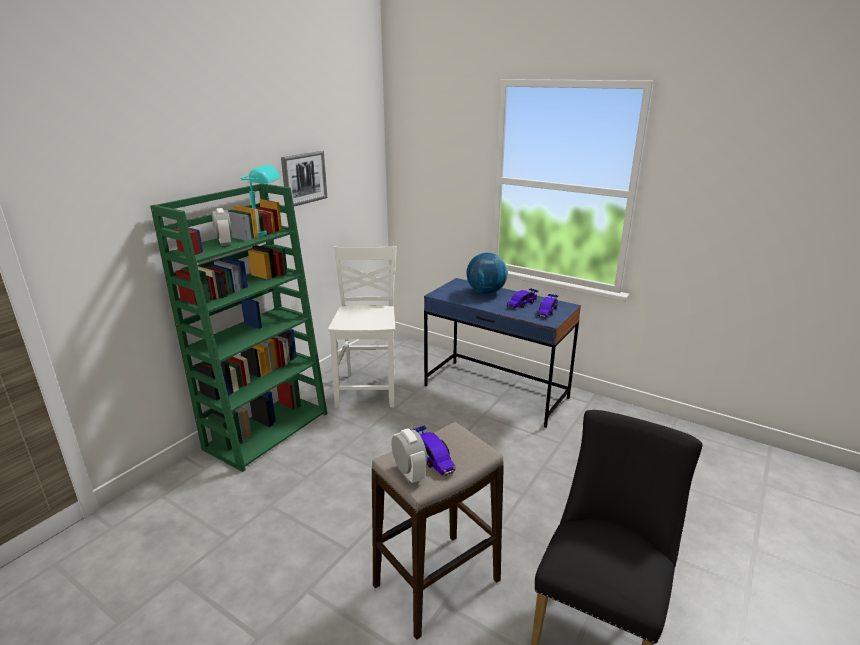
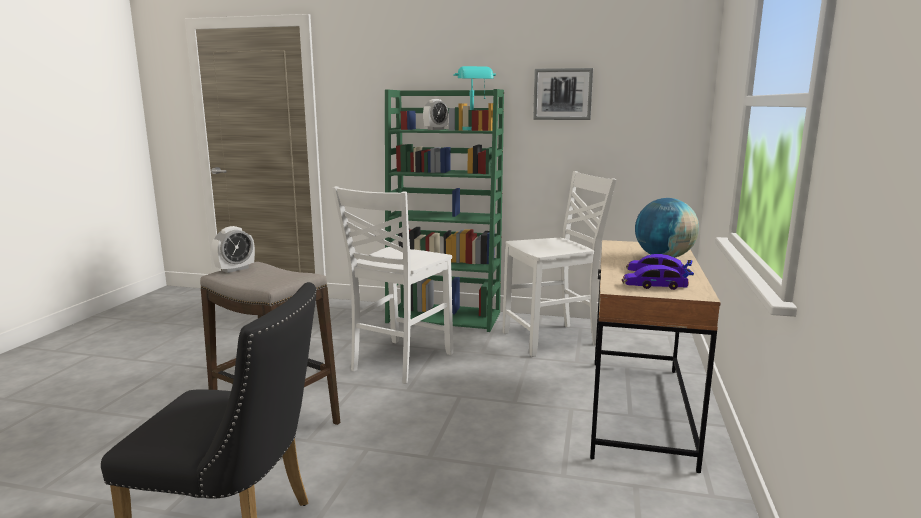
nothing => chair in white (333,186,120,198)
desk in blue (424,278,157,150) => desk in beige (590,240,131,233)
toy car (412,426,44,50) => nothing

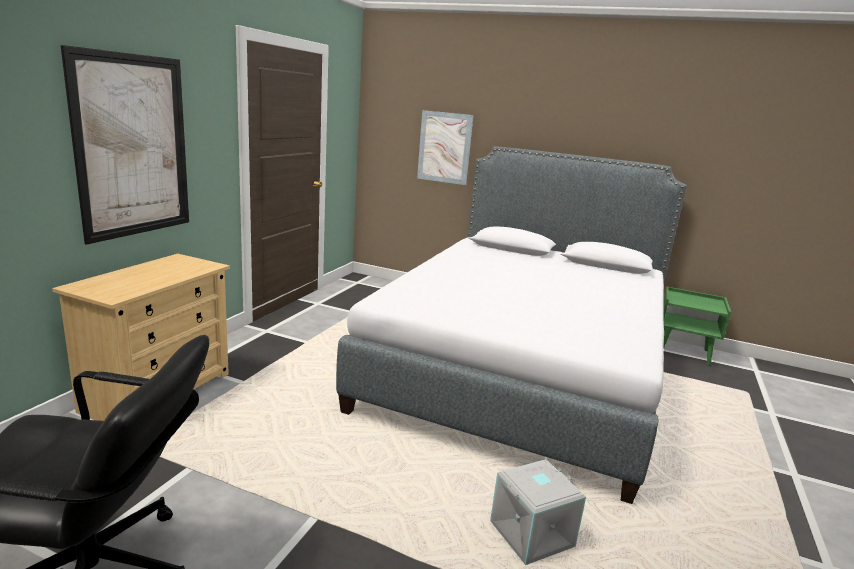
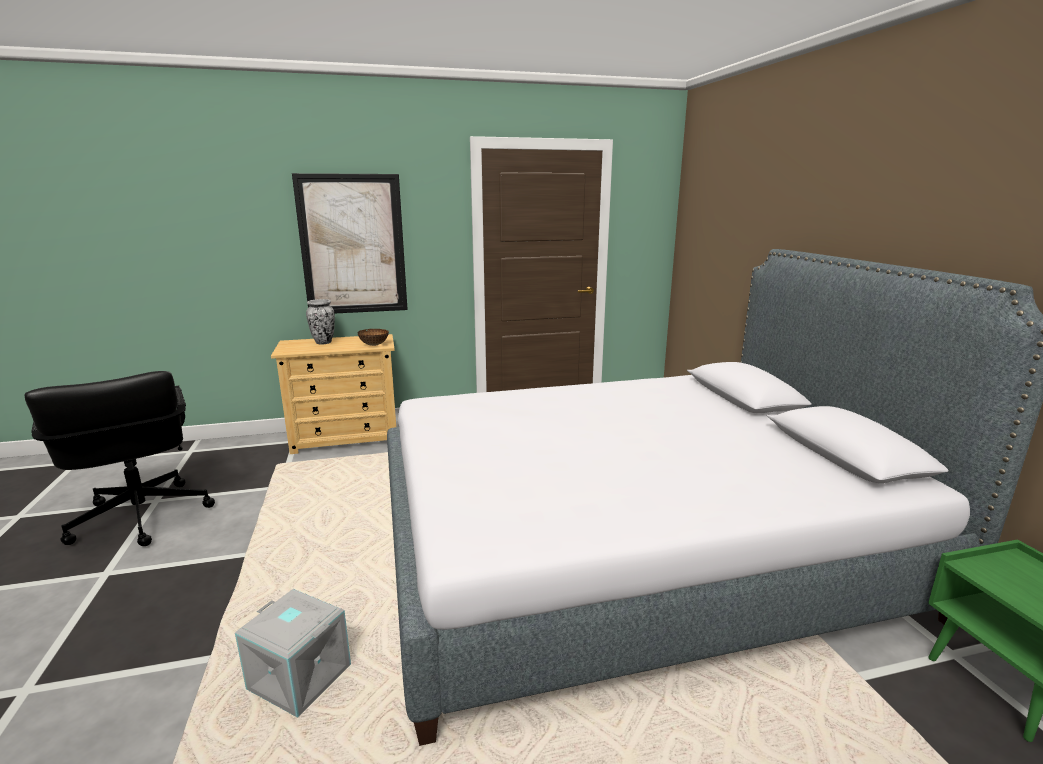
nothing => vase (306,299,29,46)
nothing => bowl (358,329,31,17)
picture (417,110,56,75) => nothing

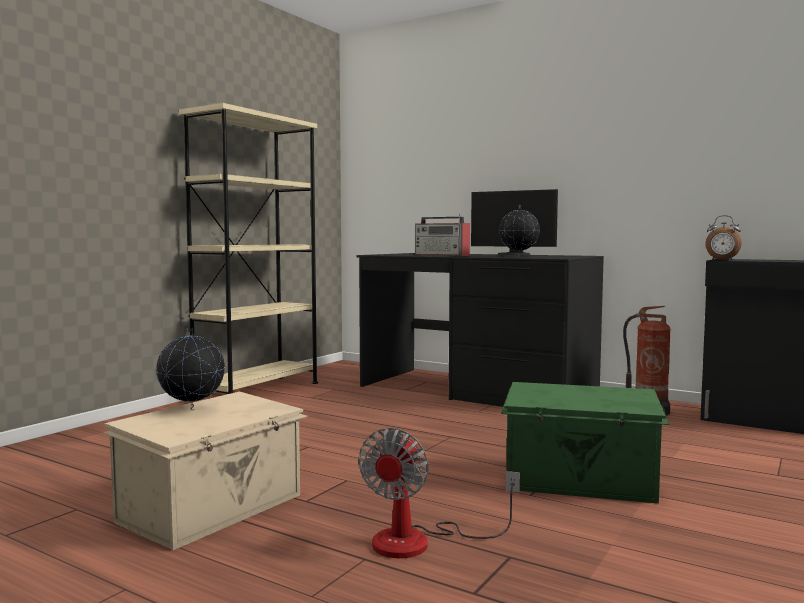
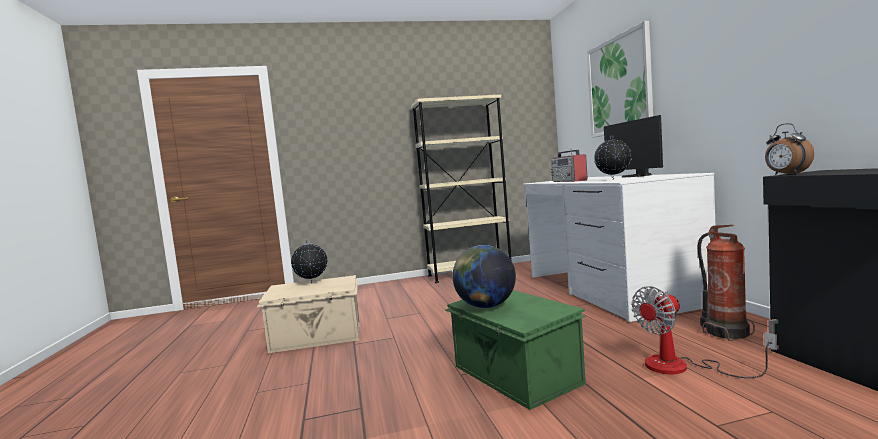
nothing => globe (452,245,64,63)
desk in black (356,253,248,154) => desk in white (523,173,192,149)
nothing => picture (587,21,66,117)
fan (358,428,162,130) => fan (631,286,146,92), shifted

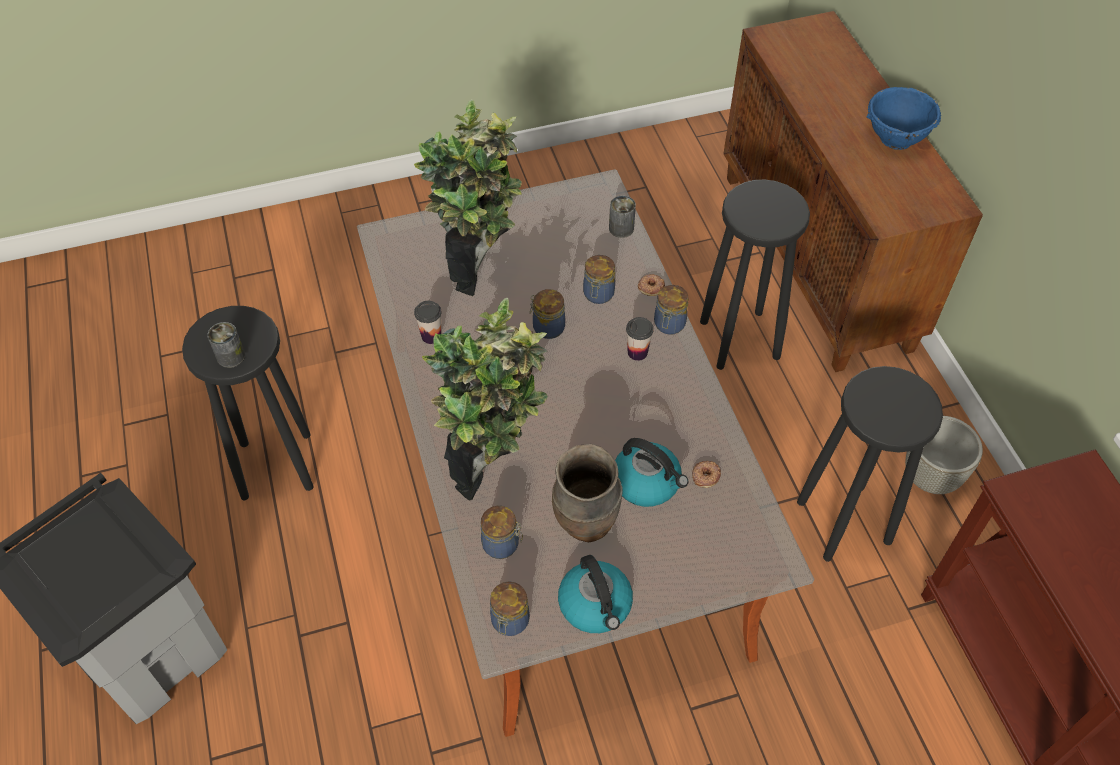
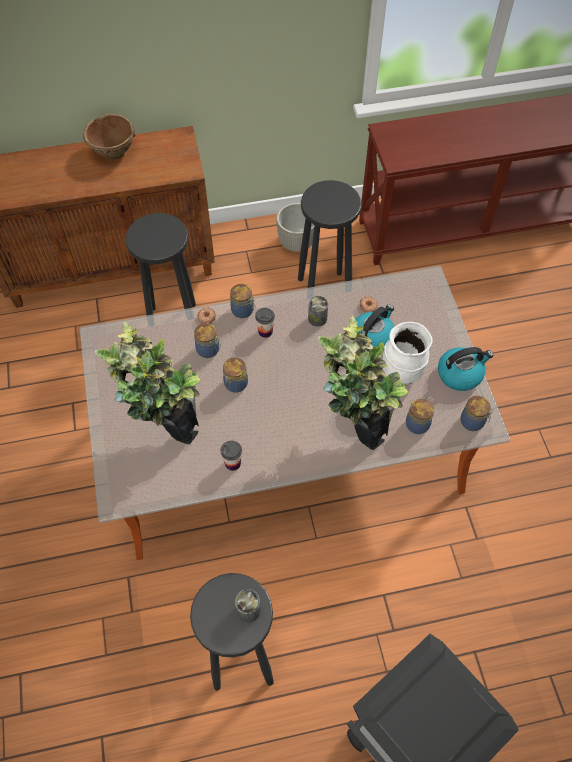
bowl in blue (866,87,75,63) => bowl in brown (83,114,53,46)
can (609,196,27,42) => can (308,296,20,31), shifted
vase in brown (552,444,70,98) => vase in white (383,322,49,64)

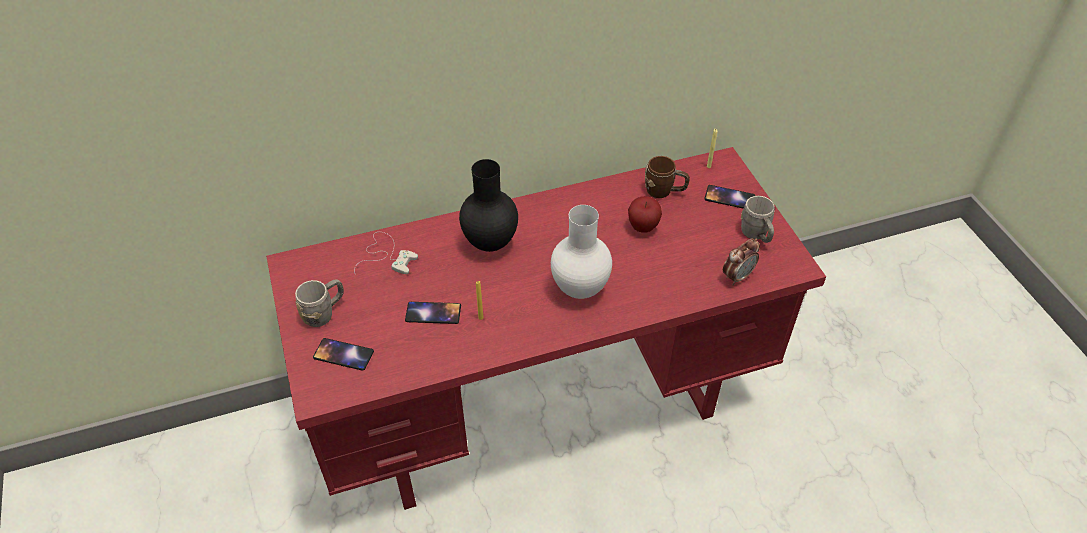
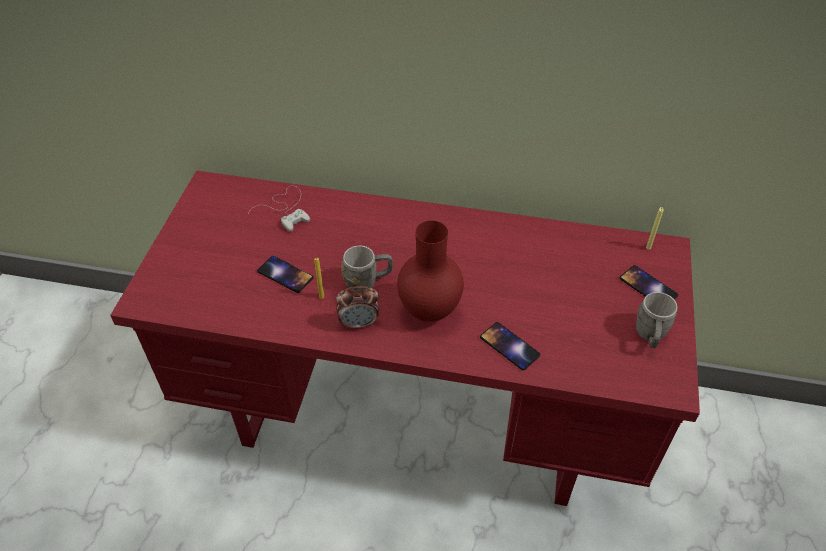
alarm clock (723,238,37,47) => alarm clock (337,286,42,44), shifted
mug in grey (295,279,49,48) => mug in grey (341,246,52,45), shifted
vase in white (551,205,61,94) => vase in red (397,220,67,102)
phone (313,338,61,33) => phone (480,322,60,48), shifted
vase in black (459,159,59,93) => nothing
apple (628,196,34,37) => nothing
mug in brown (645,156,45,42) => nothing

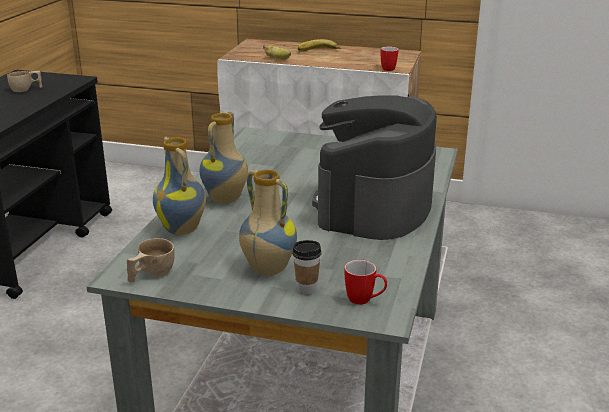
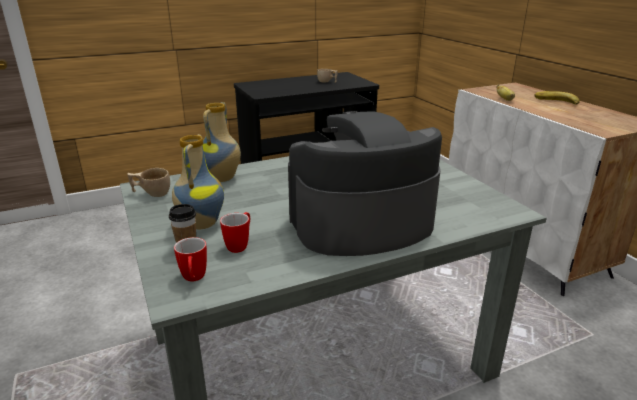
mug (381,47,18,24) => mug (220,212,30,41), shifted
vase (199,112,49,92) => nothing

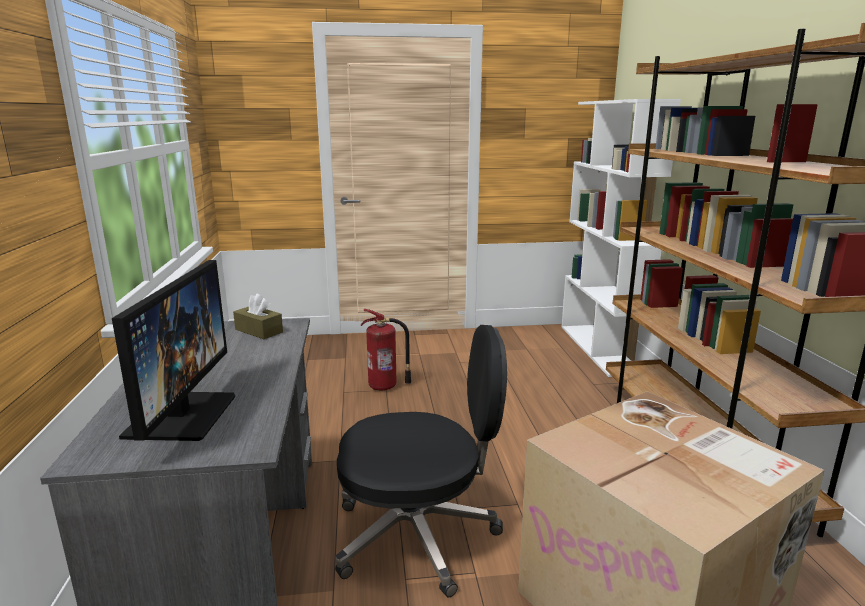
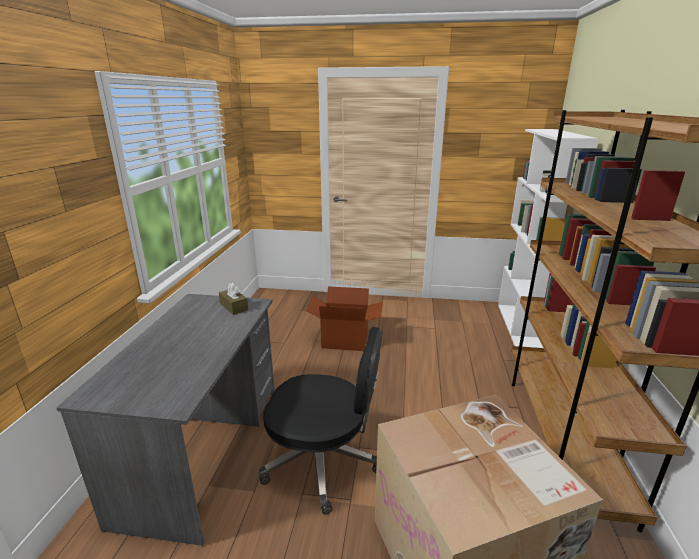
fire extinguisher (361,309,50,81) => cardboard box (306,286,77,65)
monitor (112,260,123,181) => nothing

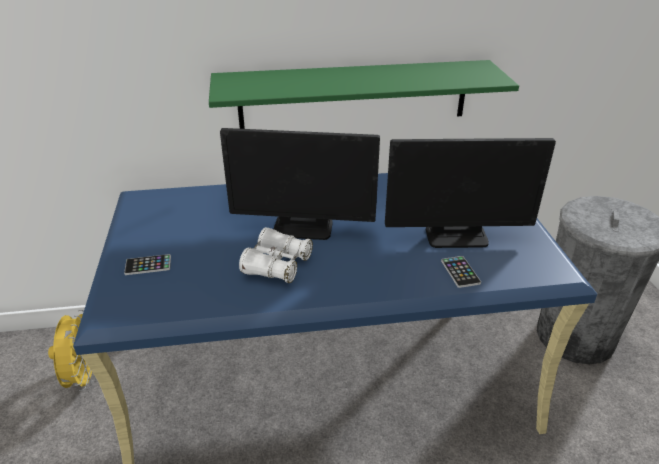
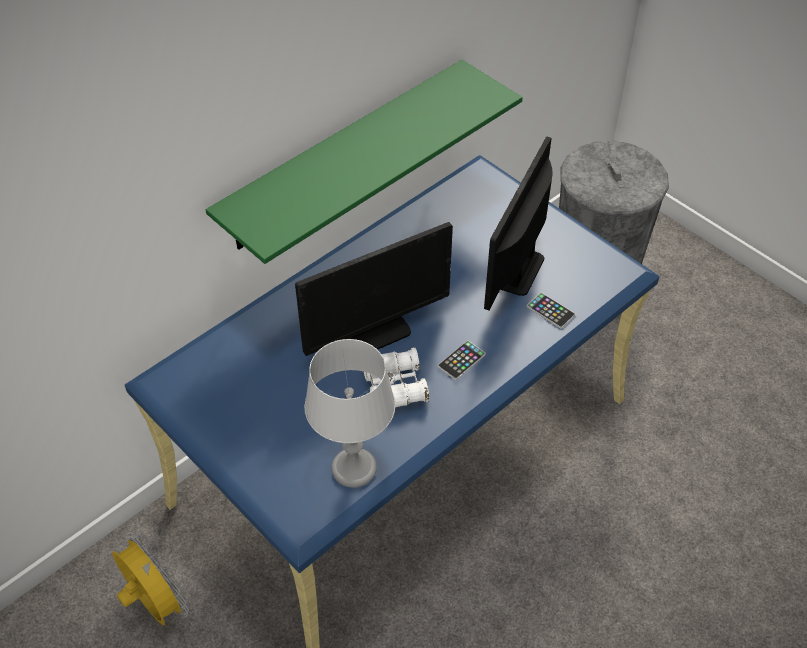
nothing => table lamp in grey (305,339,91,149)
phone (124,254,47,21) => phone (438,340,48,40), shifted
monitor (385,138,171,110) => monitor (484,136,69,174), 150 degrees clockwise

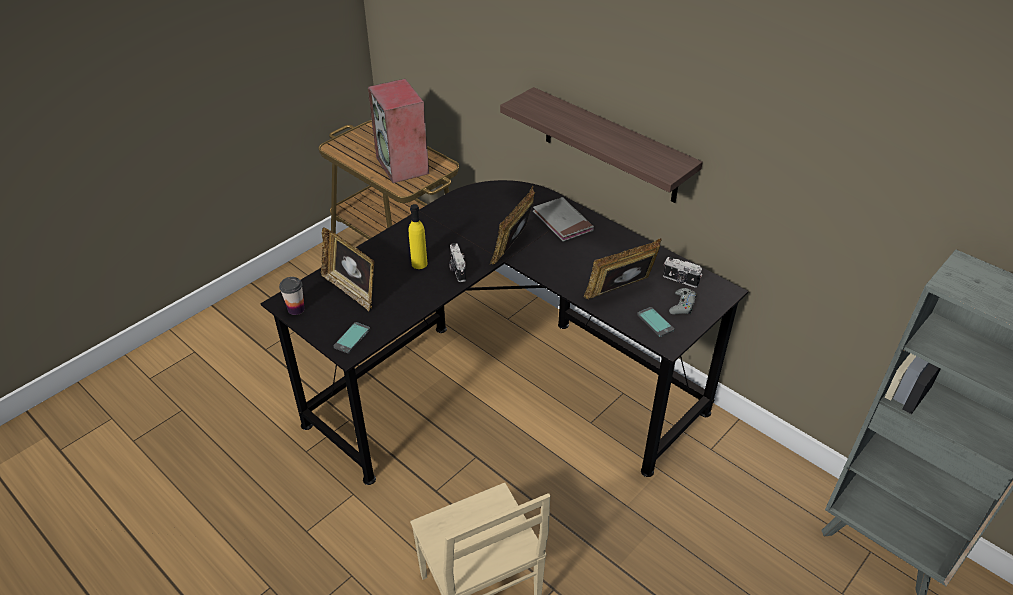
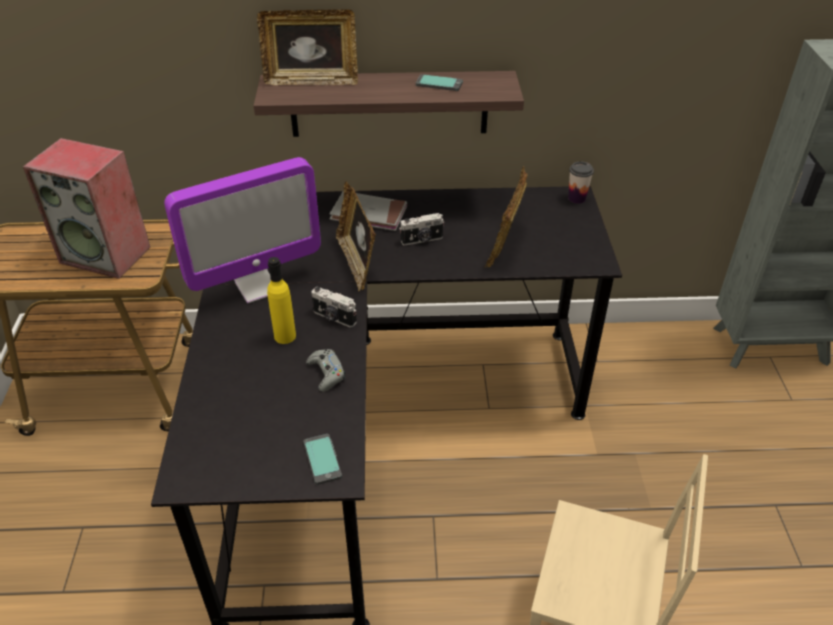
nothing => monitor (164,157,157,146)
picture frame (321,228,53,84) => picture frame (257,9,101,76), shifted
game controller in grey (669,288,28,27) => game controller in grey (306,349,39,43), shifted
photo camera (663,257,40,31) => photo camera (399,213,45,32), shifted
phone (637,307,37,30) => phone (416,74,47,17), shifted
cup (279,277,26,38) => cup (568,161,26,43), shifted

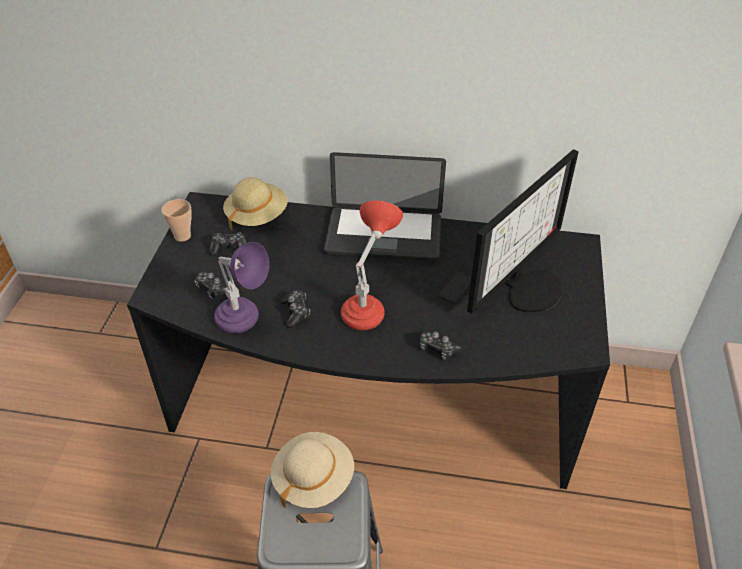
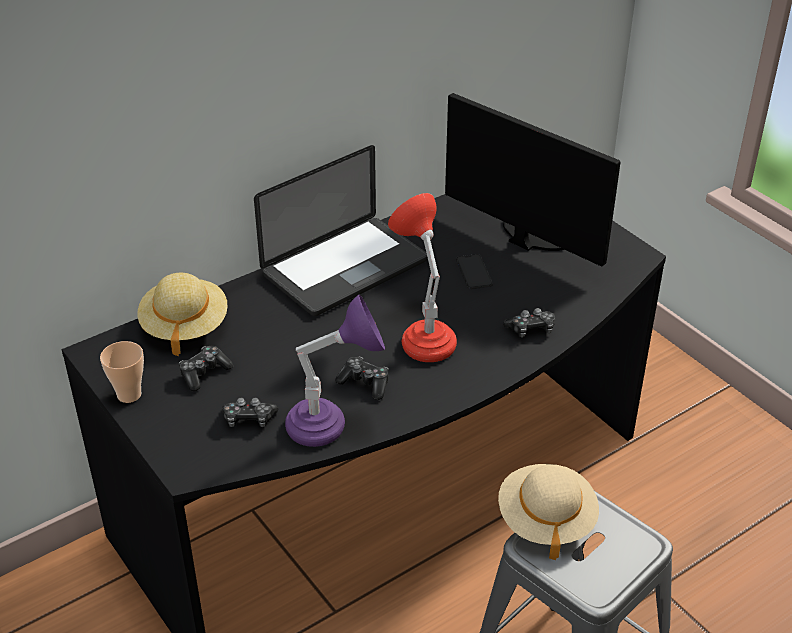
monitor (467,149,111,165) => monitor (445,93,176,174), 45 degrees counterclockwise

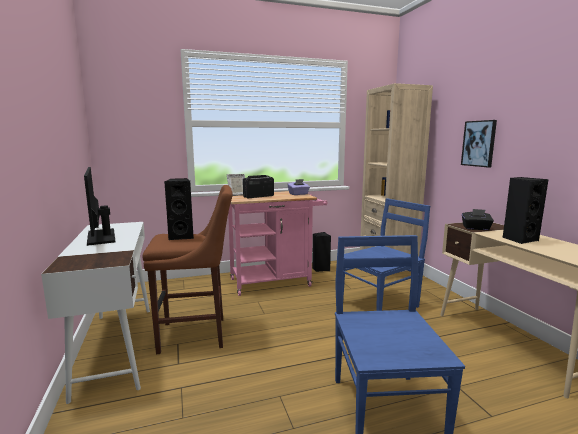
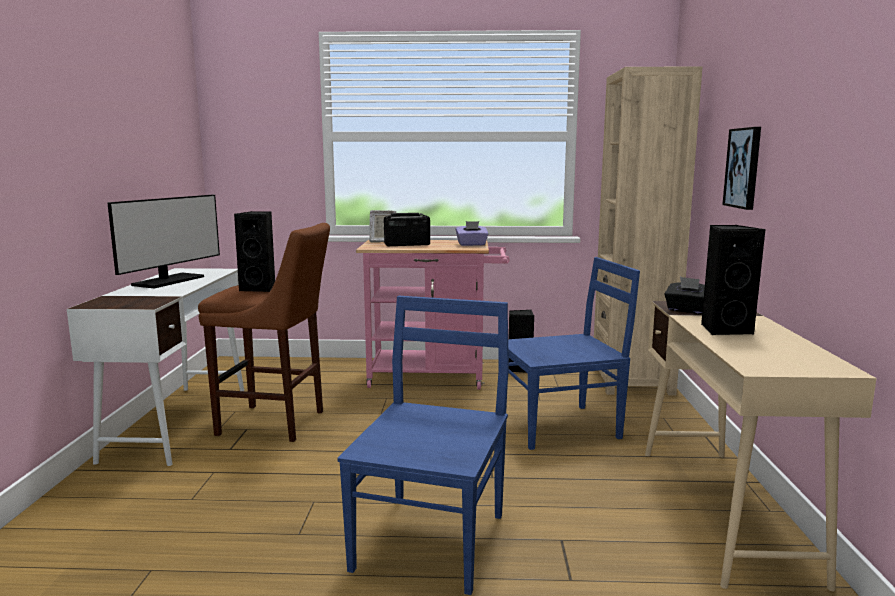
monitor (84,167,31,79) => monitor (107,195,113,93), 150 degrees counterclockwise

